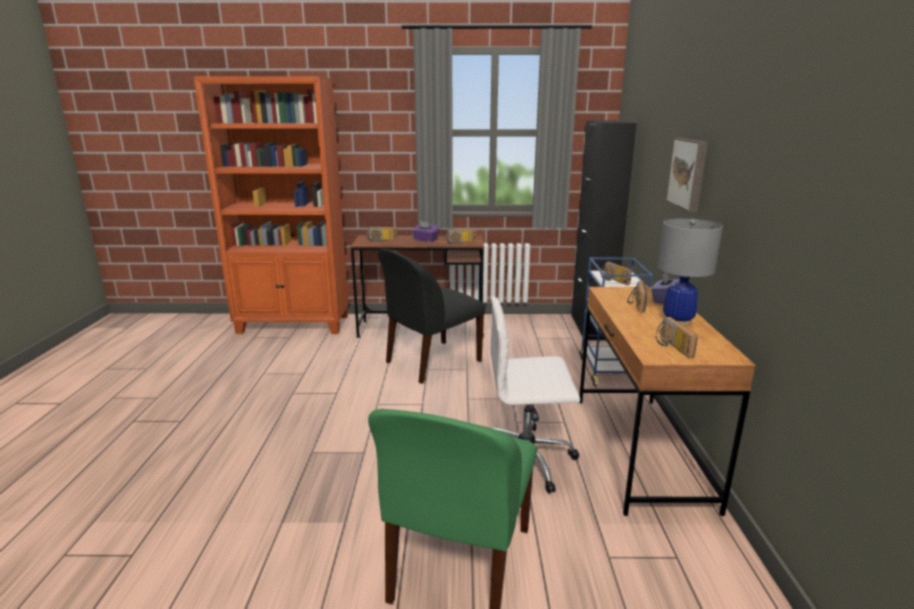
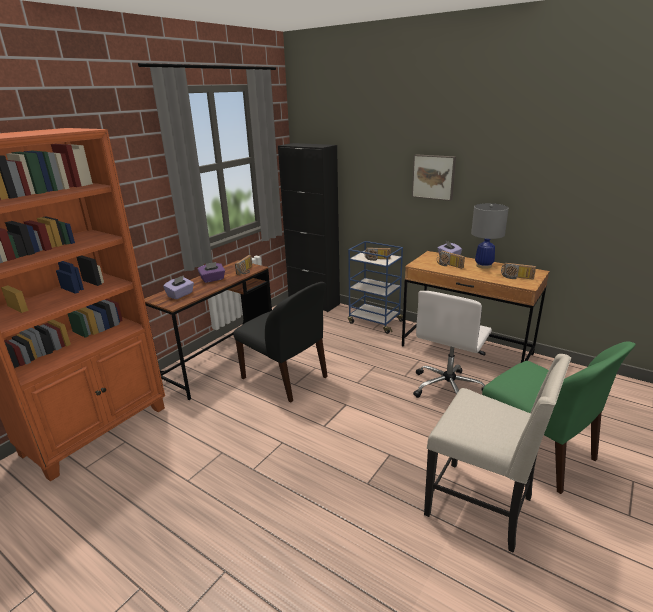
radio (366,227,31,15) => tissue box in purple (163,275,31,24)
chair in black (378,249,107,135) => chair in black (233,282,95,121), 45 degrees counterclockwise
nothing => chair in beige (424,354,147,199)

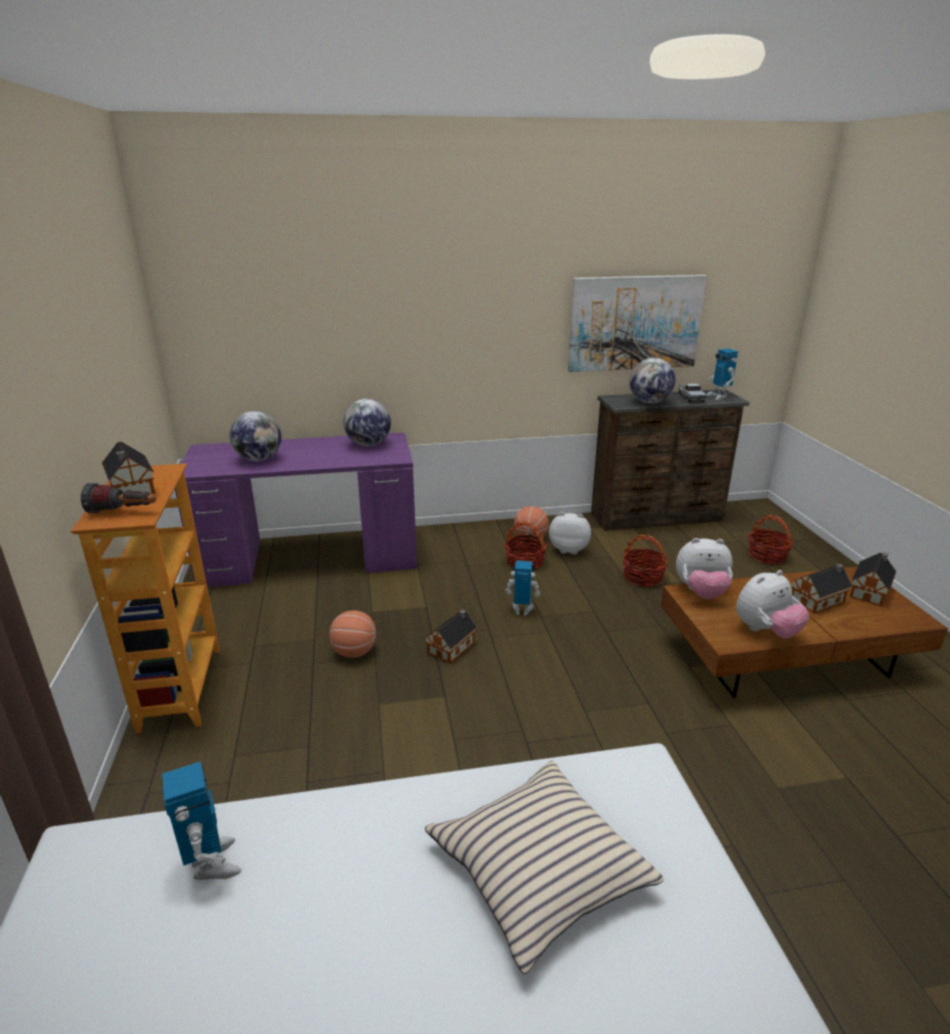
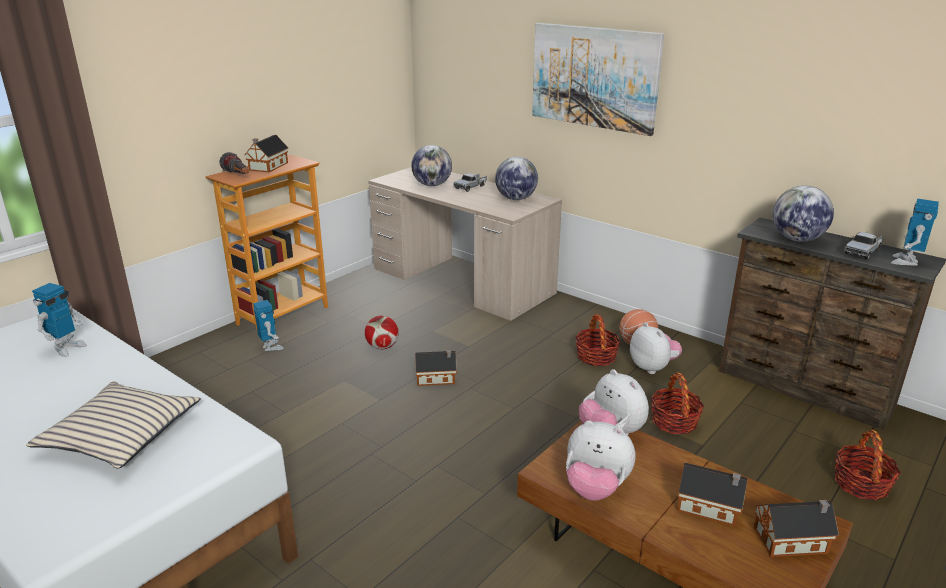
toy robot (506,560,34,56) => toy robot (253,300,31,51), shifted
basketball (329,610,47,48) => football (365,315,34,34)
desk in purple (175,432,242,155) => desk in beige (368,167,194,154)
nothing => toy truck (453,173,34,19)
picture (568,275,139,97) => picture (532,23,132,113), shifted

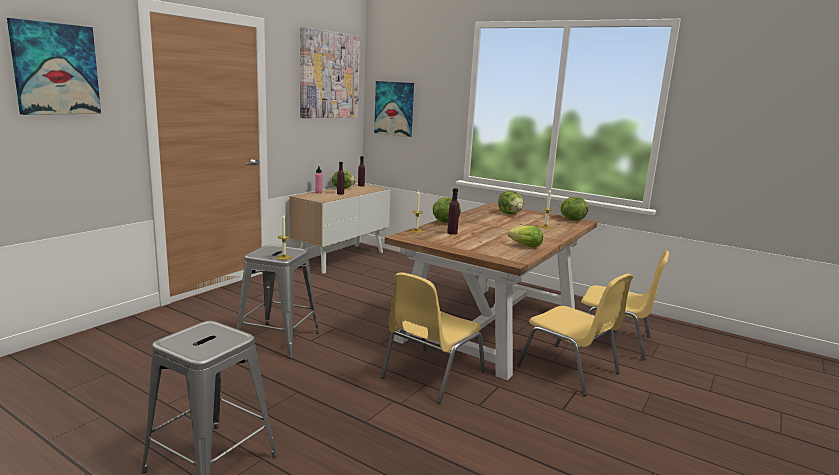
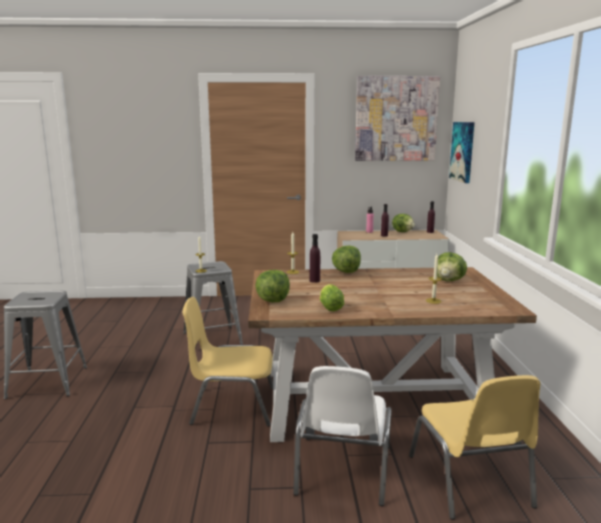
lettuce (559,197,29,23) => lettuce (255,270,35,32), shifted
chair in yellow (517,273,116,123) => chair in white (294,366,98,140)
picture (7,18,94,97) => nothing

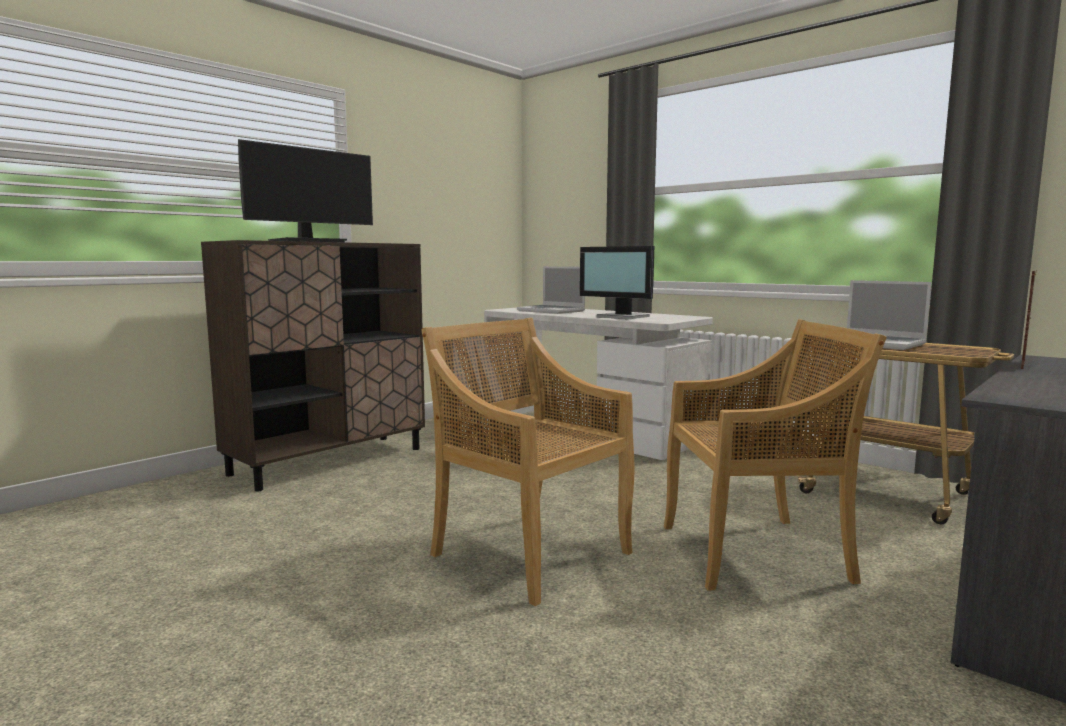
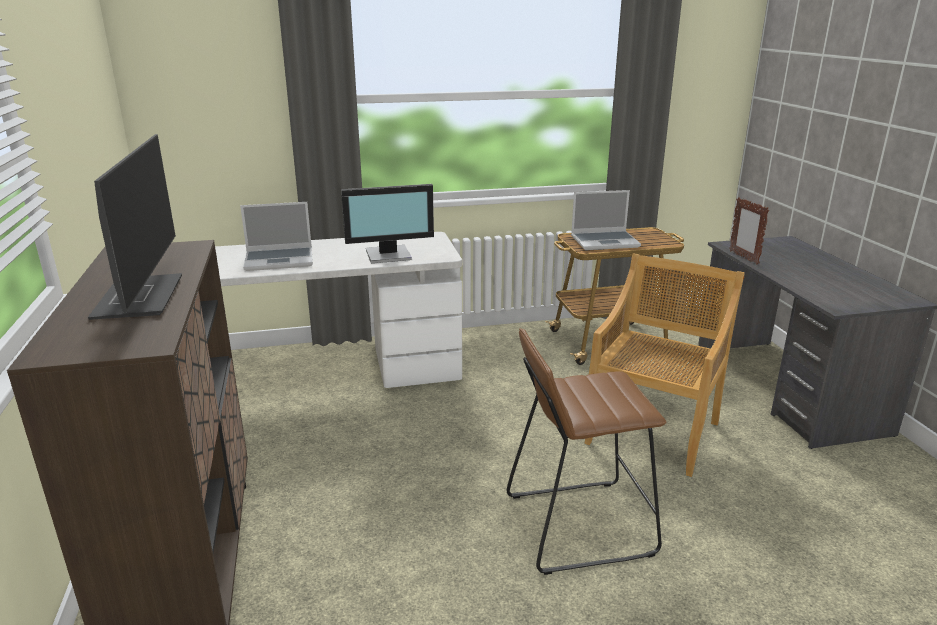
chair in beige (421,318,214,288) => stool in brown (507,328,160,247)

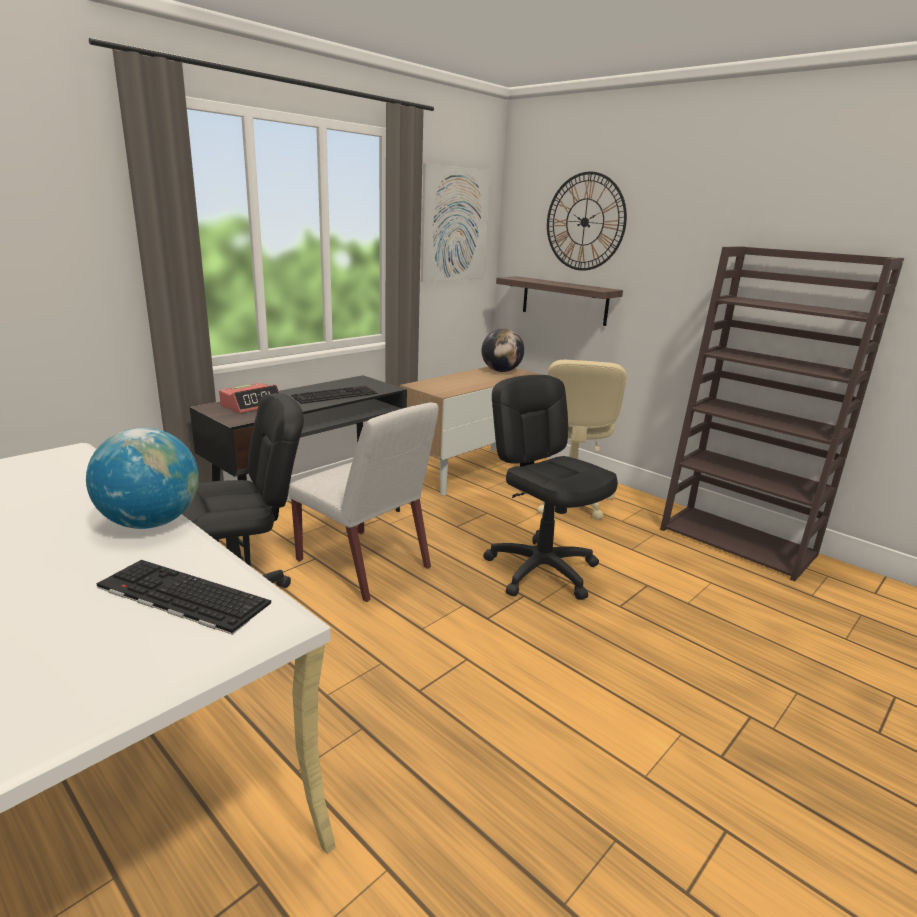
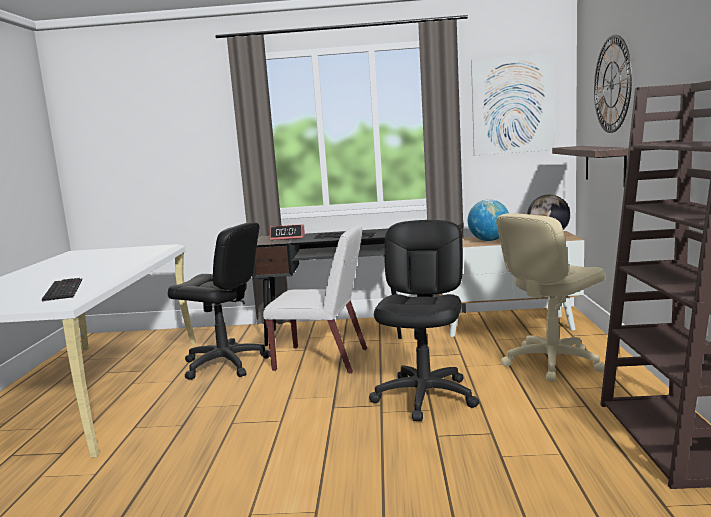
chair in white (288,402,150,200) => chair in white (263,225,104,149), 75 degrees counterclockwise
globe (86,428,113,101) => globe (468,199,41,42), shifted

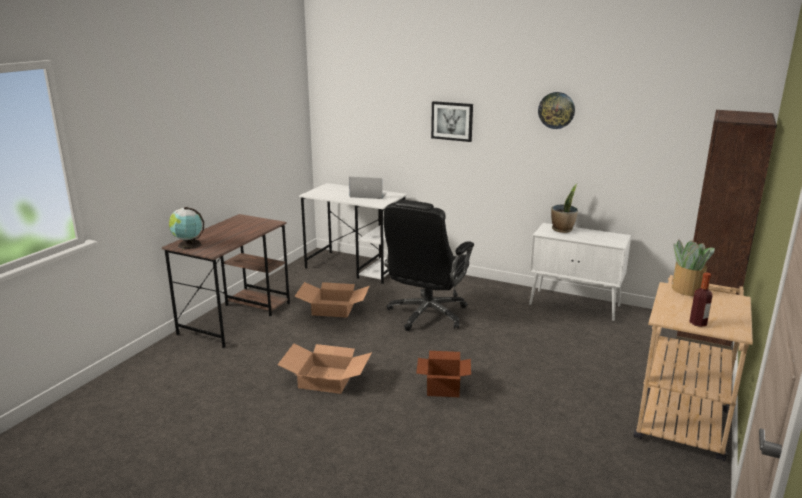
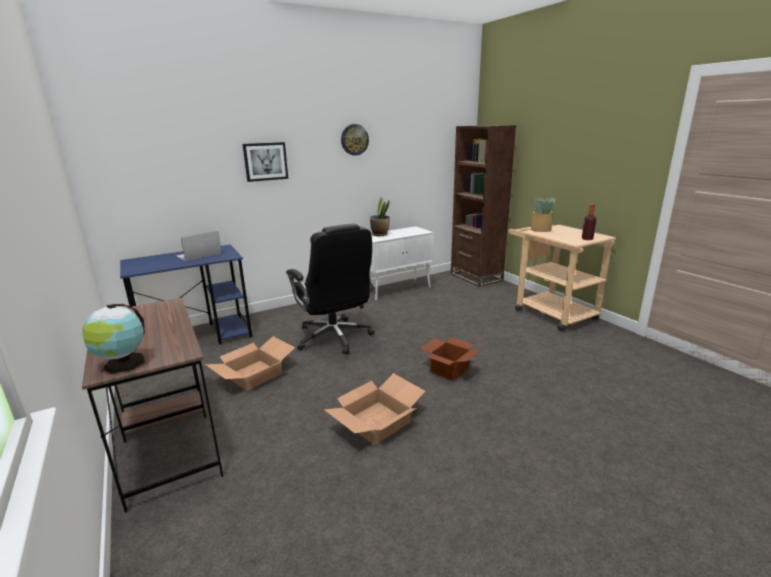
desk in white (299,183,108,101) => desk in blue (120,245,132,100)

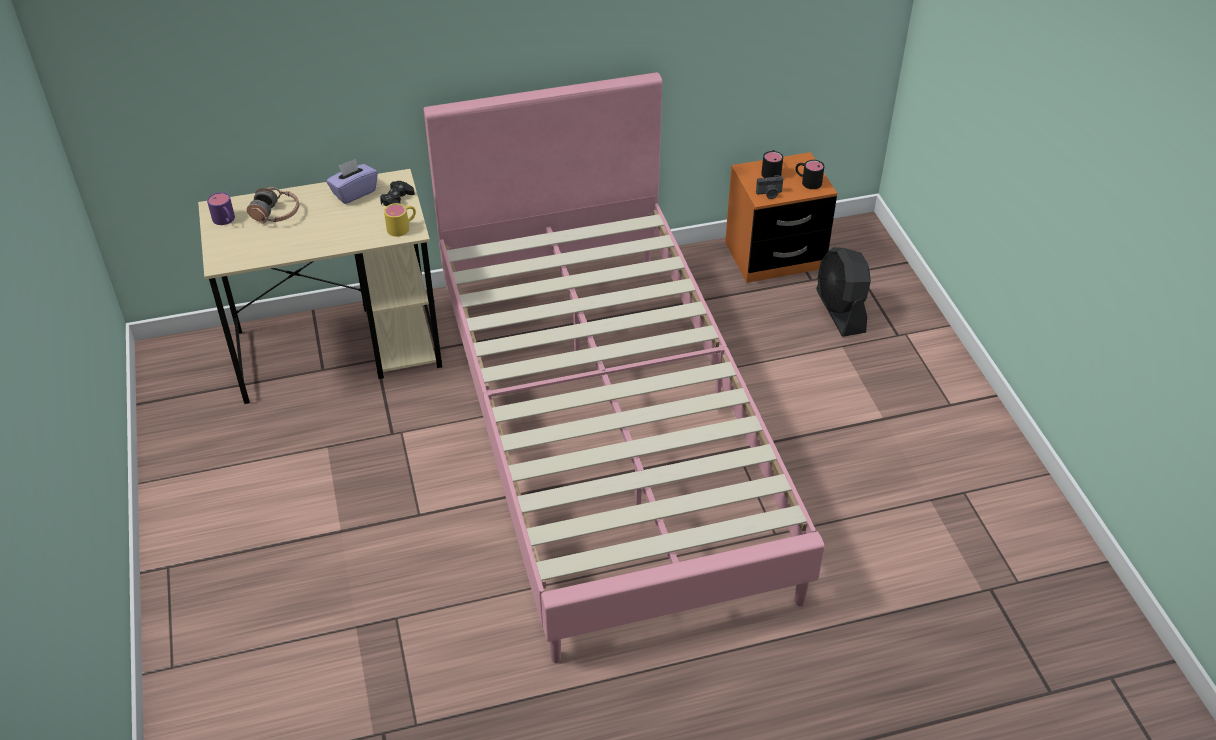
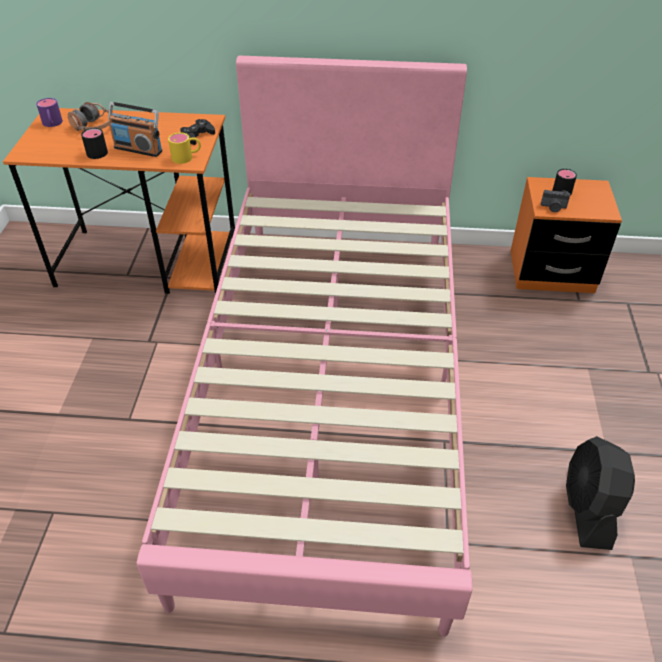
desk in beige (198,169,244,235) => desk in orange (3,108,232,186)
mug in black (795,160,29,29) => mug in black (81,128,27,31), shifted
nothing => radio (108,102,54,55)
fan in black (816,247,55,90) => fan in black (566,436,69,114), shifted
tissue box in purple (326,159,52,45) => nothing

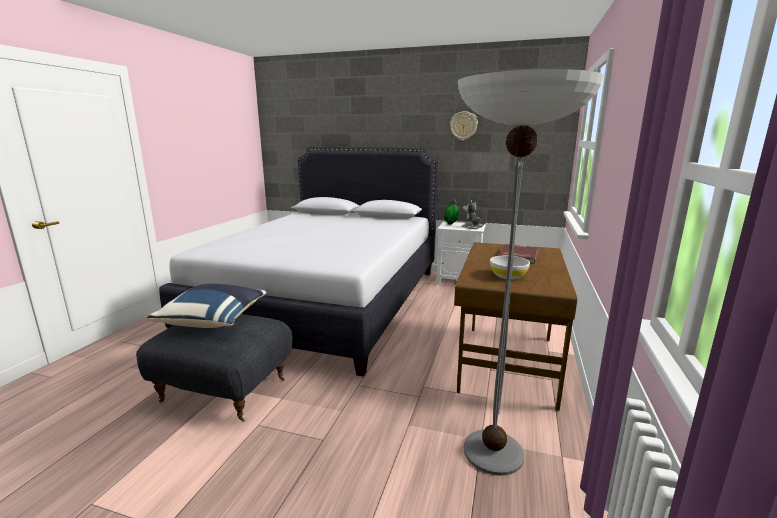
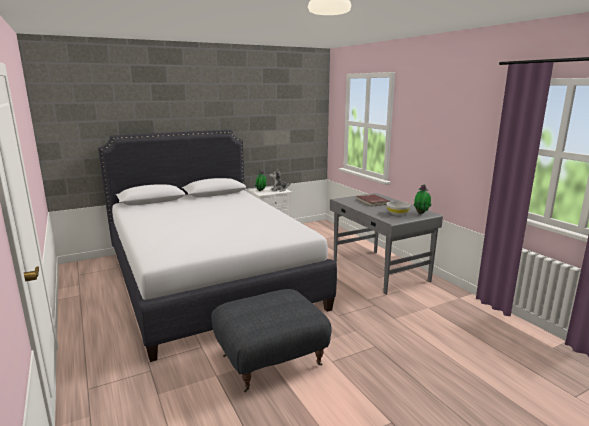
desk in brown (454,242,123,169) => desk in grey (330,193,113,102)
nothing => potted plant (414,185,17,29)
pillow in blue (147,284,119,44) => nothing
wall clock (450,111,28,30) => nothing
floor lamp (458,69,145,407) => nothing

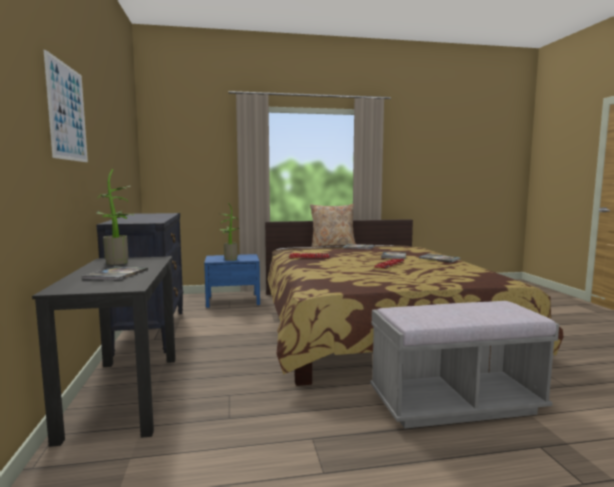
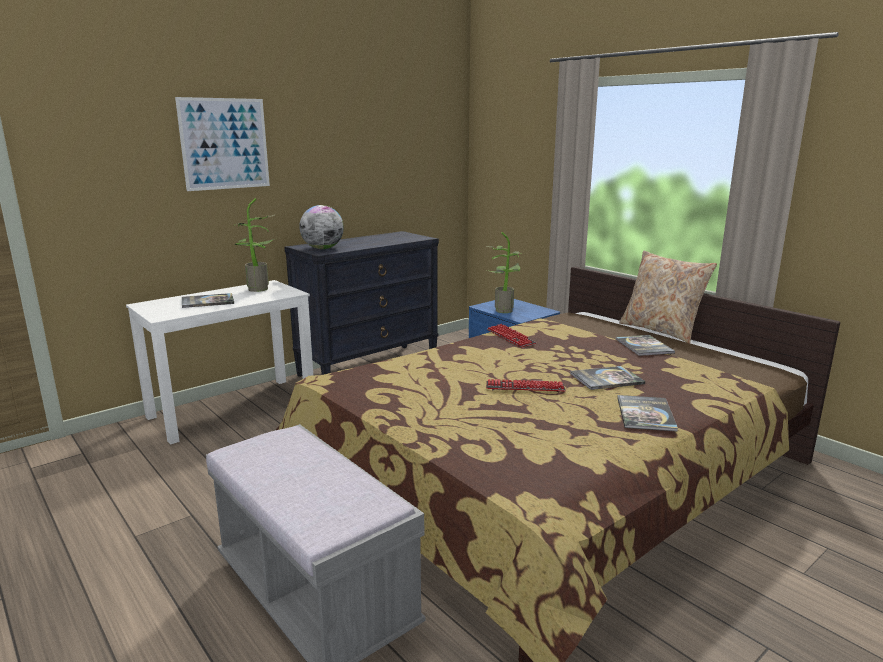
desk in black (32,256,144,191) => desk in white (126,280,187,165)
nothing => globe (299,205,45,44)

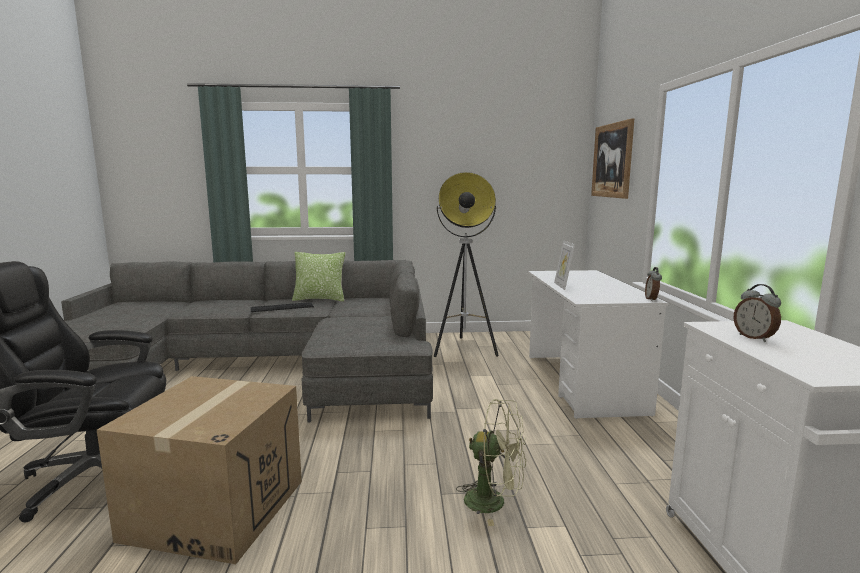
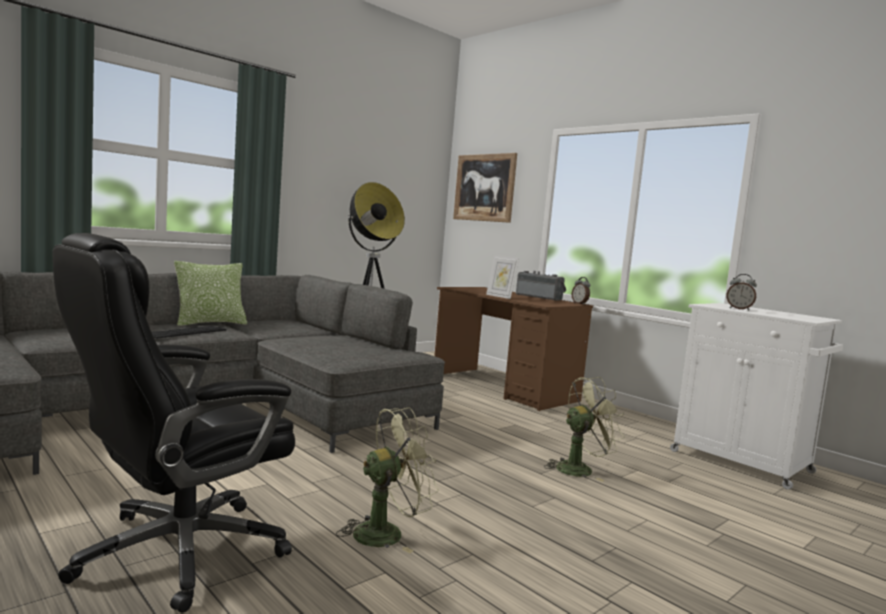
cardboard box (97,376,205,188) => fan in green (336,407,103,147)
desk in white (528,270,140,149) => desk in brown (434,287,159,124)
nothing => radio (516,271,50,30)

